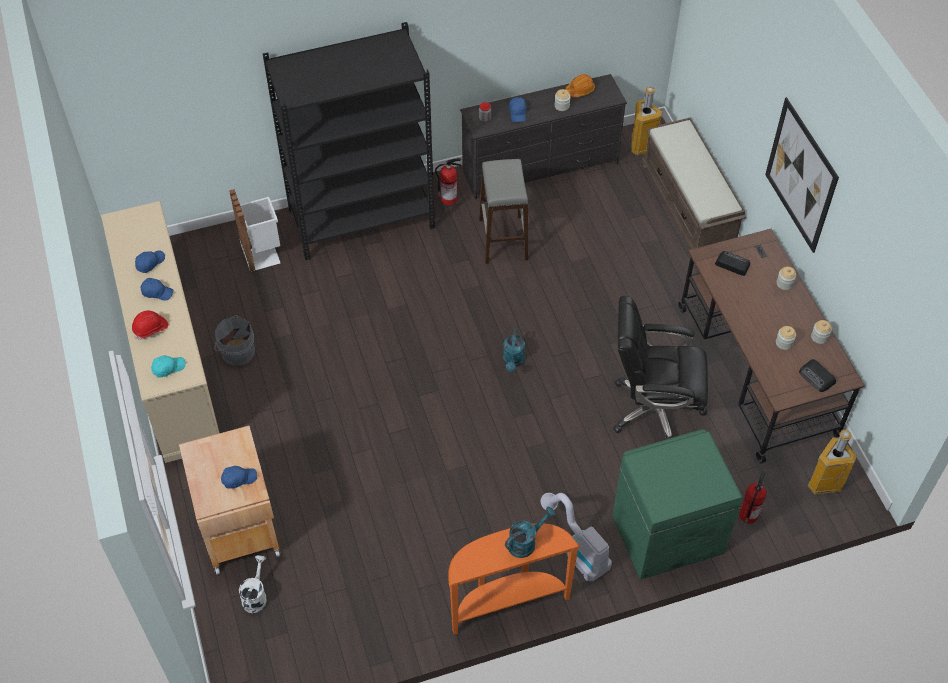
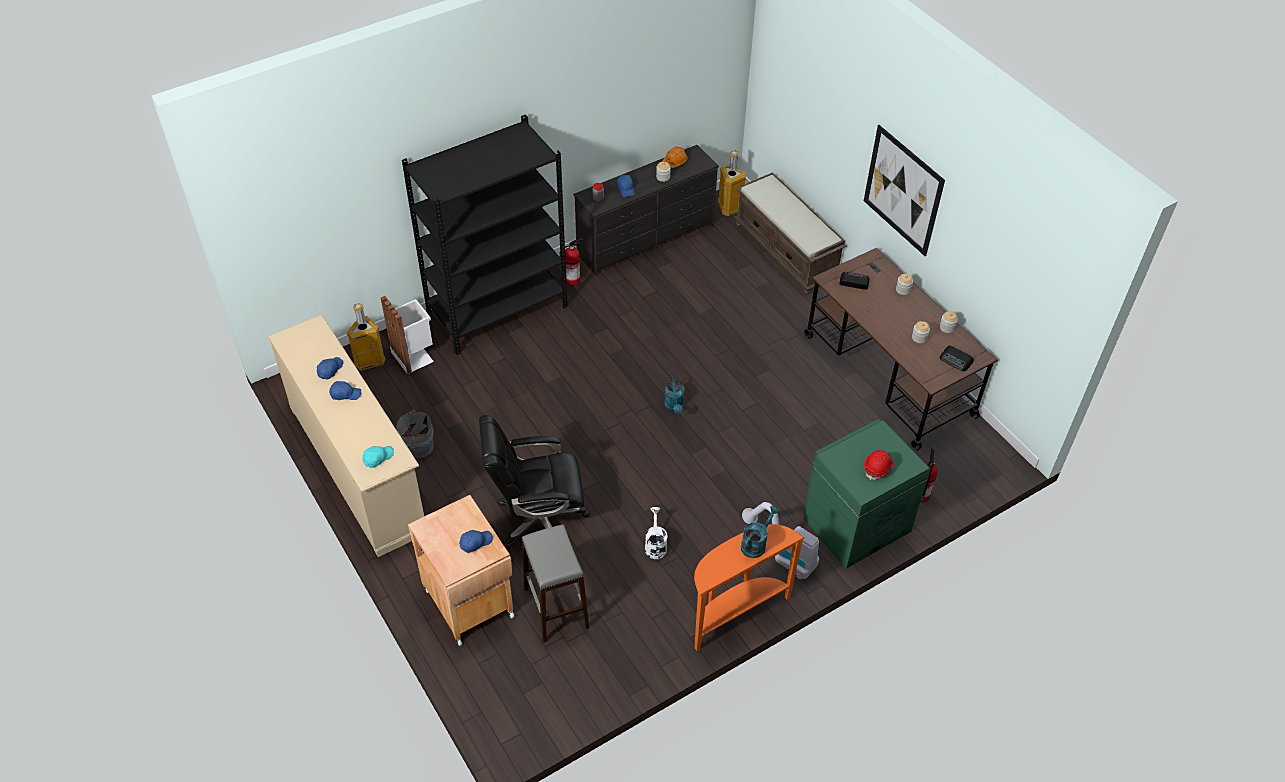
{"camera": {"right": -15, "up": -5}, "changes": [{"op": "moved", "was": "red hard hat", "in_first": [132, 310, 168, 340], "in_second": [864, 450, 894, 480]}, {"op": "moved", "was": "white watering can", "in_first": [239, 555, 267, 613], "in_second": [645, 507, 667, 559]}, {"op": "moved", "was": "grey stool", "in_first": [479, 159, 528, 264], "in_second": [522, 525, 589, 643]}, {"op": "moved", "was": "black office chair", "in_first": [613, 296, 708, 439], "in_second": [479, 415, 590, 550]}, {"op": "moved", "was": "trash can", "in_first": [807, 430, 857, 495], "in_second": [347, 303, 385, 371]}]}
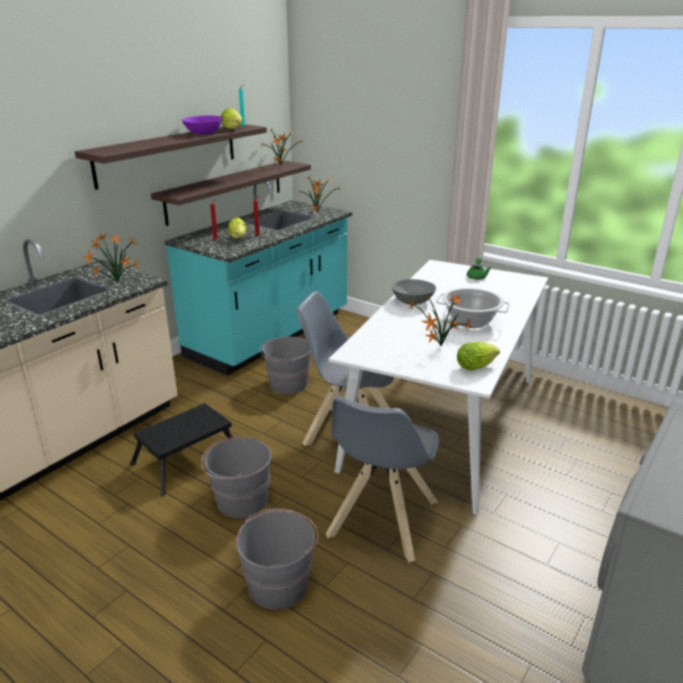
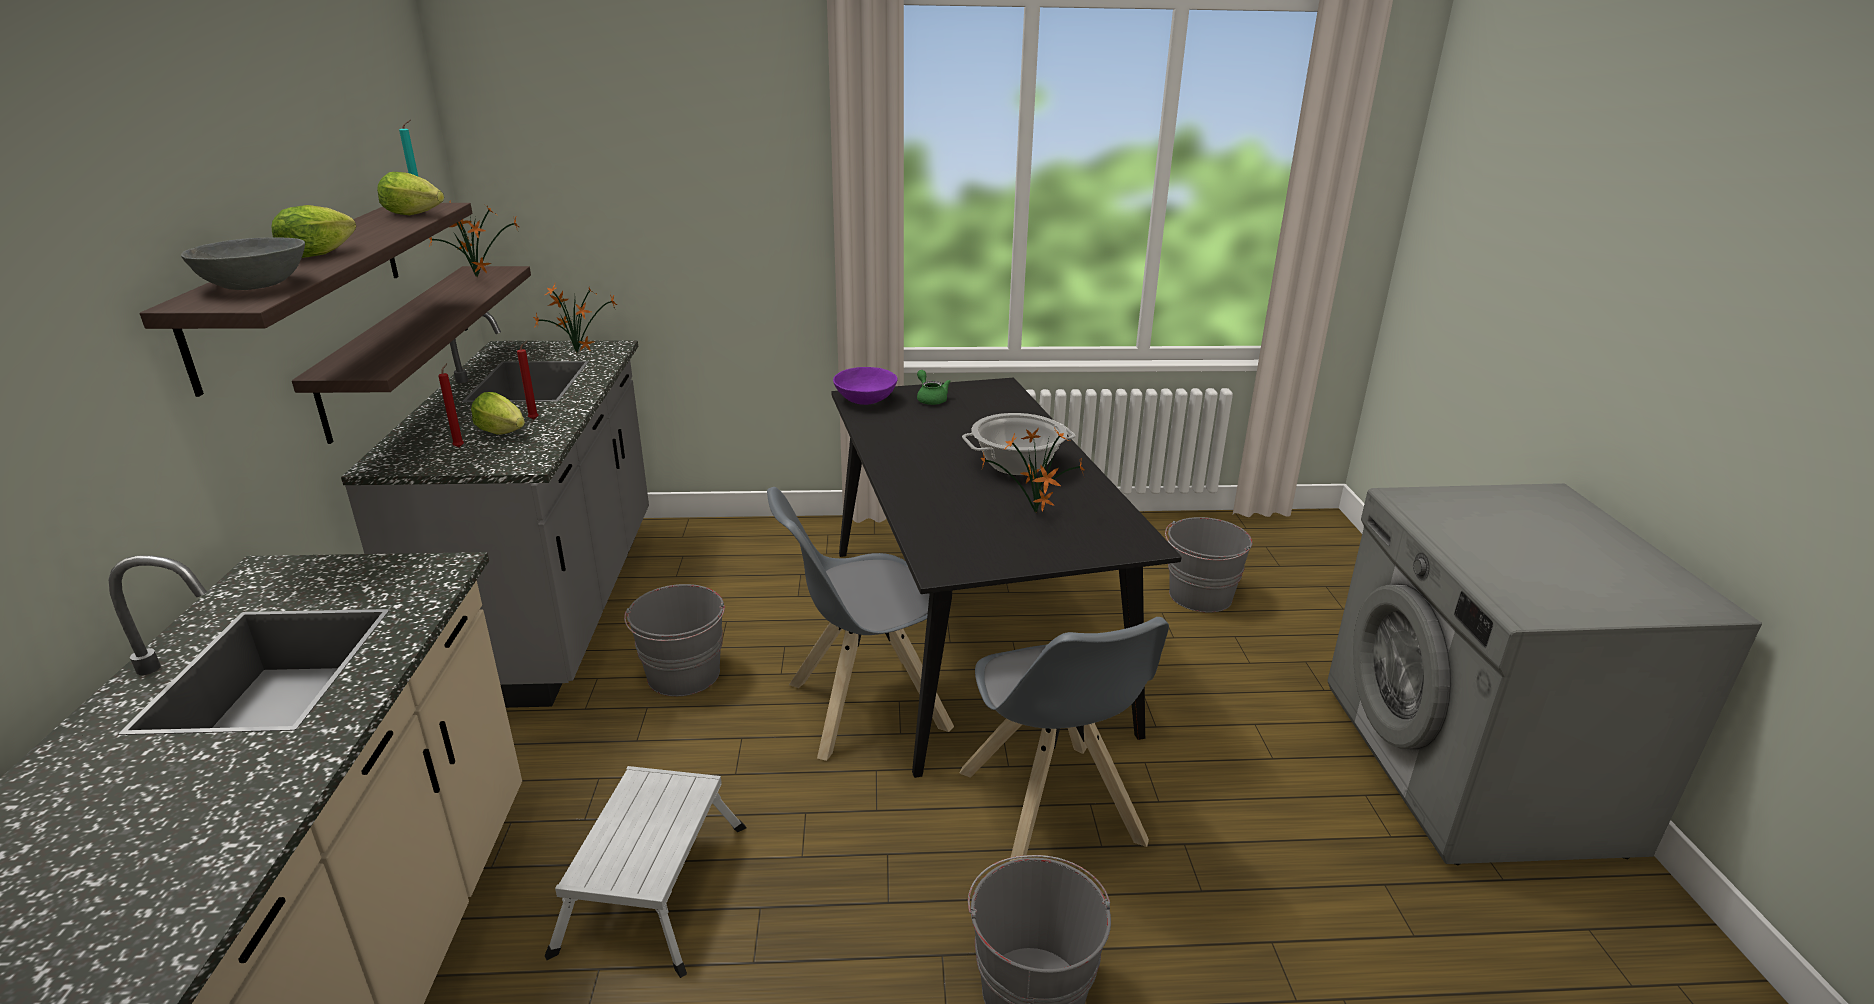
{"camera": {"right": -40, "up": 0}, "changes": [{"op": "removed", "was": "potted plant", "in_first": [83, 233, 139, 283]}, {"op": "recoloured", "was": "black step ladder", "now": "white step ladder", "in_first": [130, 403, 232, 496], "in_second": [545, 766, 746, 978]}, {"op": "recoloured", "was": "turquoise counter", "now": "grey counter", "in_first": [165, 181, 352, 376], "in_second": [341, 312, 649, 708]}, {"op": "moved", "was": "purple bowl", "in_first": [182, 115, 222, 134], "in_second": [833, 367, 897, 405]}, {"op": "moved", "was": "grey bucket", "in_first": [201, 436, 272, 518], "in_second": [1165, 517, 1253, 613]}, {"op": "recoloured", "was": "white dining table", "now": "black dining table", "in_first": [329, 260, 548, 515], "in_second": [831, 378, 1182, 778]}, {"op": "moved", "was": "grey bowl", "in_first": [392, 279, 436, 305], "in_second": [181, 237, 305, 290]}, {"op": "moved", "was": "lettuce", "in_first": [457, 341, 500, 370], "in_second": [272, 205, 356, 258]}]}
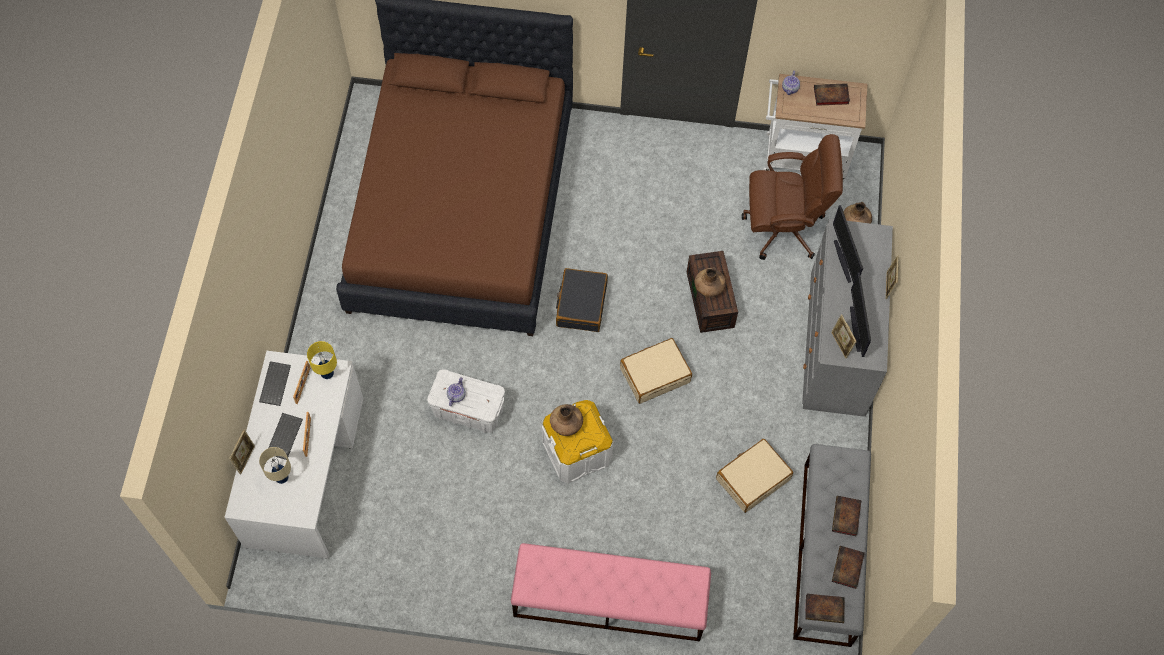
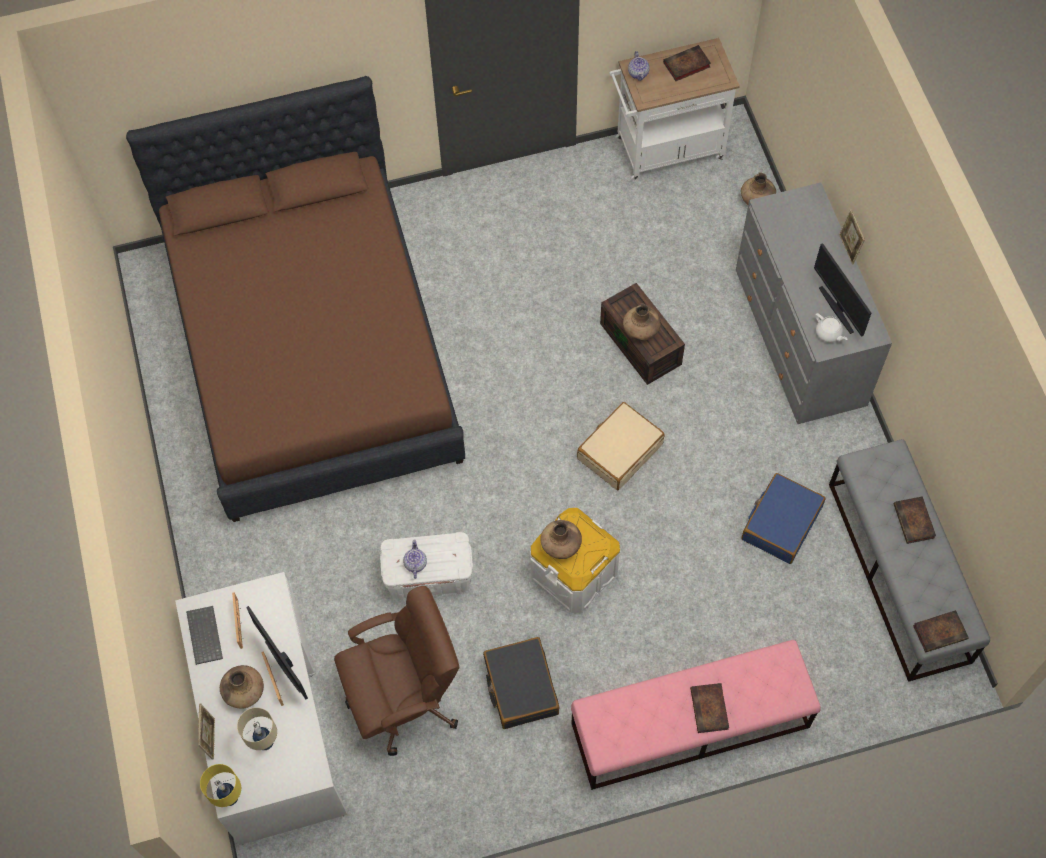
{"camera": {"right": -20, "up": 0}, "changes": [{"op": "replaced", "was": "keyboard", "now": "brown vase", "in_first": [268, 413, 303, 460], "in_second": [220, 665, 264, 709]}, {"op": "moved", "was": "yellow table lamp", "in_first": [307, 341, 337, 379], "in_second": [200, 764, 241, 807]}, {"op": "moved", "was": "black suitcase", "in_first": [556, 268, 608, 332], "in_second": [483, 637, 560, 729]}, {"op": "recoloured", "was": "beige suitcase", "now": "blue suitcase", "in_first": [716, 439, 793, 513], "in_second": [742, 473, 826, 564]}, {"op": "moved", "was": "brown office chair", "in_first": [742, 134, 843, 260], "in_second": [334, 586, 459, 756]}, {"op": "replaced", "was": "picture frame", "now": "white teapot", "in_first": [831, 314, 857, 358], "in_second": [815, 313, 848, 342]}, {"op": "moved", "was": "book", "in_first": [832, 546, 865, 589], "in_second": [690, 683, 729, 733]}, {"op": "moved", "was": "monitor", "in_first": [833, 205, 863, 283], "in_second": [246, 606, 308, 700]}]}
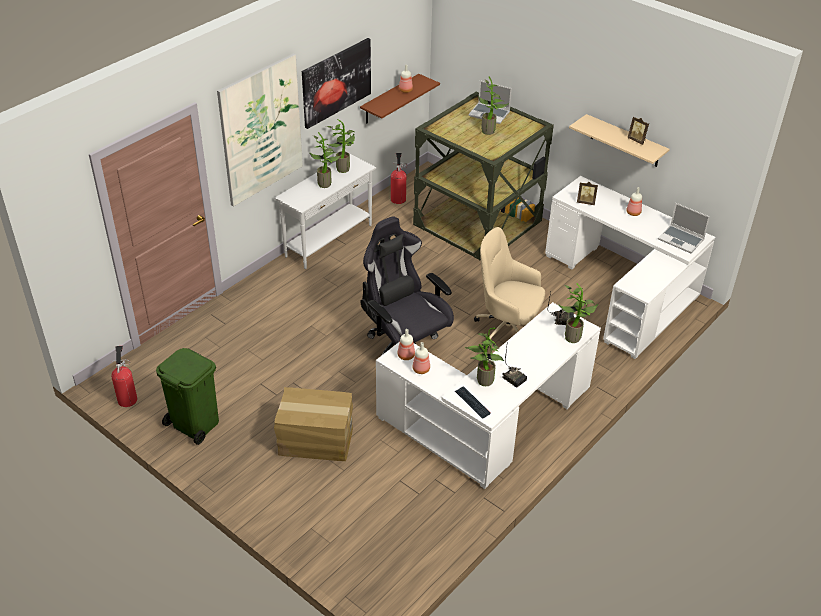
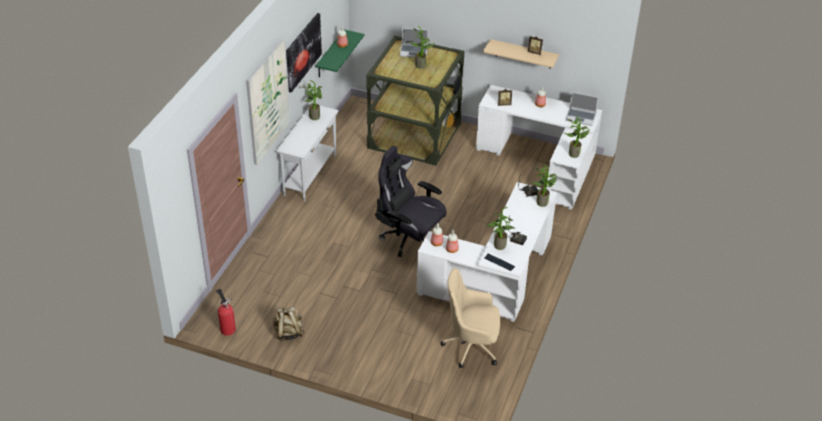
{"camera": {"right": -20, "up": 0}, "changes": [{"op": "replaced", "was": "green trash can", "now": "beige backpack", "in_first": [156, 348, 219, 445], "in_second": [273, 306, 305, 341]}, {"op": "removed", "was": "cardboard box", "in_first": [274, 387, 353, 461]}, {"op": "moved", "was": "potted plant", "in_first": [309, 132, 342, 188], "in_second": [565, 116, 590, 158]}, {"op": "recoloured", "was": "brown shelf", "now": "green shelf", "in_first": [360, 74, 440, 123], "in_second": [315, 29, 365, 77]}, {"op": "removed", "was": "fire extinguisher", "in_first": [391, 153, 407, 204]}, {"op": "moved", "was": "beige office chair", "in_first": [474, 227, 545, 348], "in_second": [441, 268, 500, 368]}]}
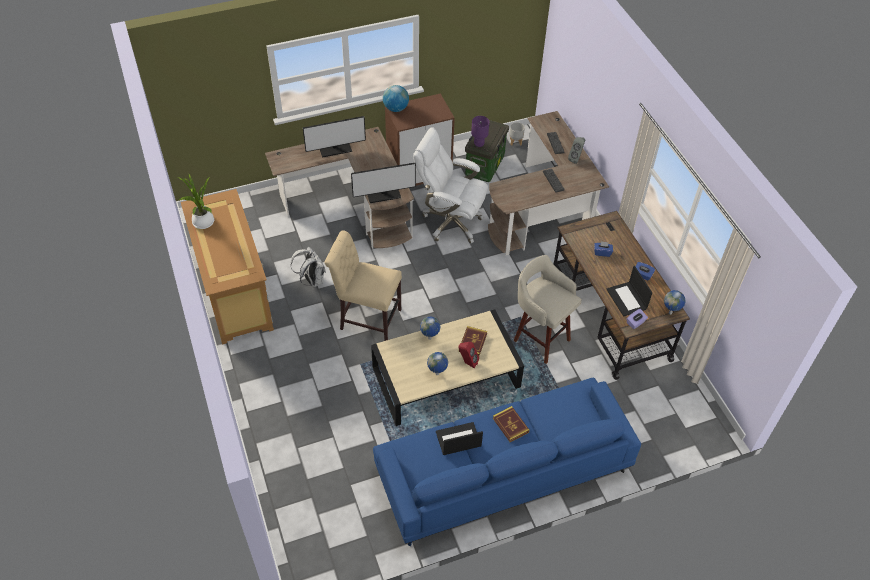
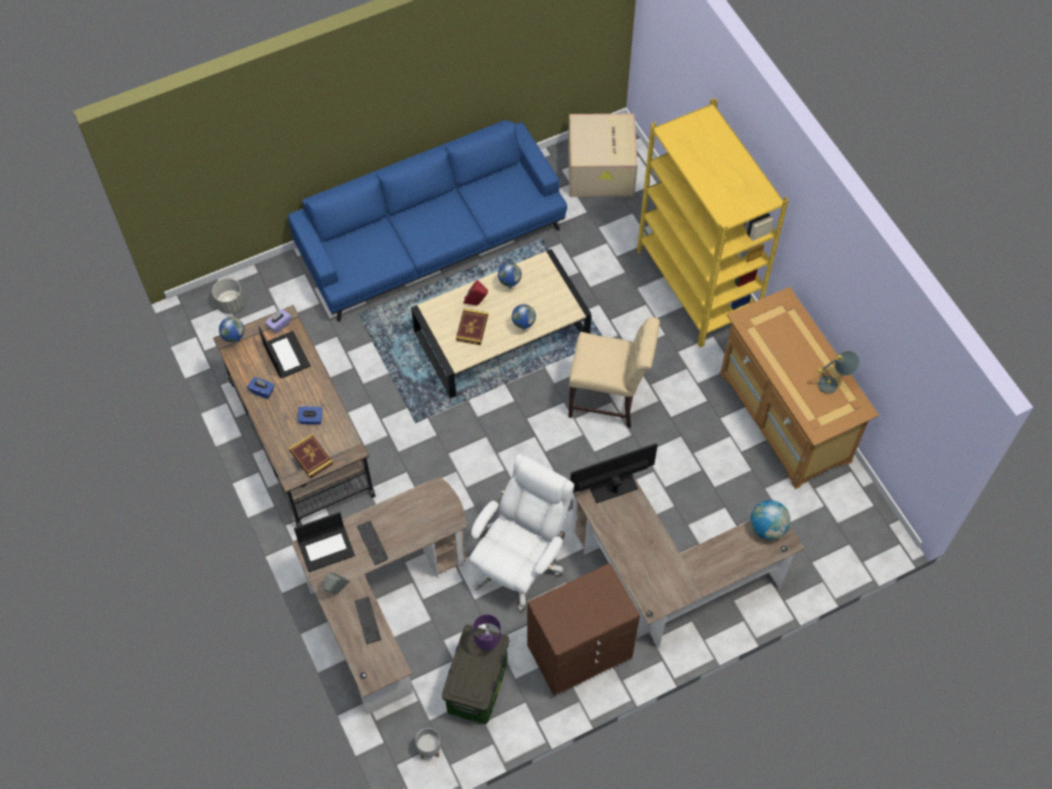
{"camera": {"right": 175, "up": 10}, "changes": [{"op": "replaced", "was": "potted plant", "now": "grey table lamp", "in_first": [177, 174, 214, 229], "in_second": [818, 351, 860, 394]}, {"op": "removed", "was": "white backpack", "in_first": [290, 246, 326, 287]}, {"op": "removed", "was": "monitor", "in_first": [303, 116, 366, 158]}, {"op": "moved", "was": "globe", "in_first": [383, 85, 409, 112], "in_second": [750, 500, 790, 540]}, {"op": "turned", "was": "white office chair", "in_first": [413, 127, 488, 243], "in_second": [469, 454, 574, 611], "clockwise": -75}, {"op": "moved", "was": "laptop", "in_first": [436, 422, 483, 455], "in_second": [294, 512, 355, 572]}, {"op": "moved", "was": "book", "in_first": [493, 406, 529, 442], "in_second": [289, 434, 333, 479]}, {"op": "removed", "was": "beige stool", "in_first": [514, 255, 582, 364]}, {"op": "added", "now": "grey planter", "in_second": [212, 278, 245, 314]}, {"op": "added", "now": "cardboard box", "in_second": [568, 114, 638, 197]}, {"op": "added", "now": "yellow bookcase", "in_second": [637, 98, 789, 347]}]}
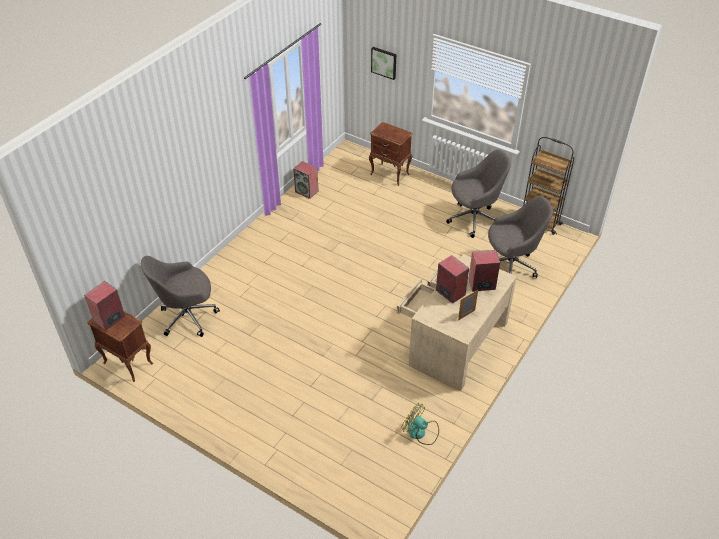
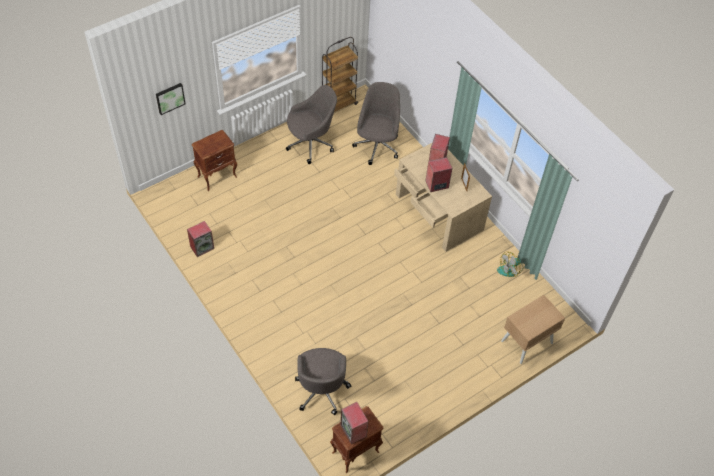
{"camera": {"right": -70, "up": 10}, "changes": [{"op": "turned", "was": "grey office chair", "in_first": [446, 150, 511, 238], "in_second": [286, 85, 337, 164], "clockwise": 60}, {"op": "added", "now": "beige nightstand", "in_second": [501, 295, 565, 364]}]}
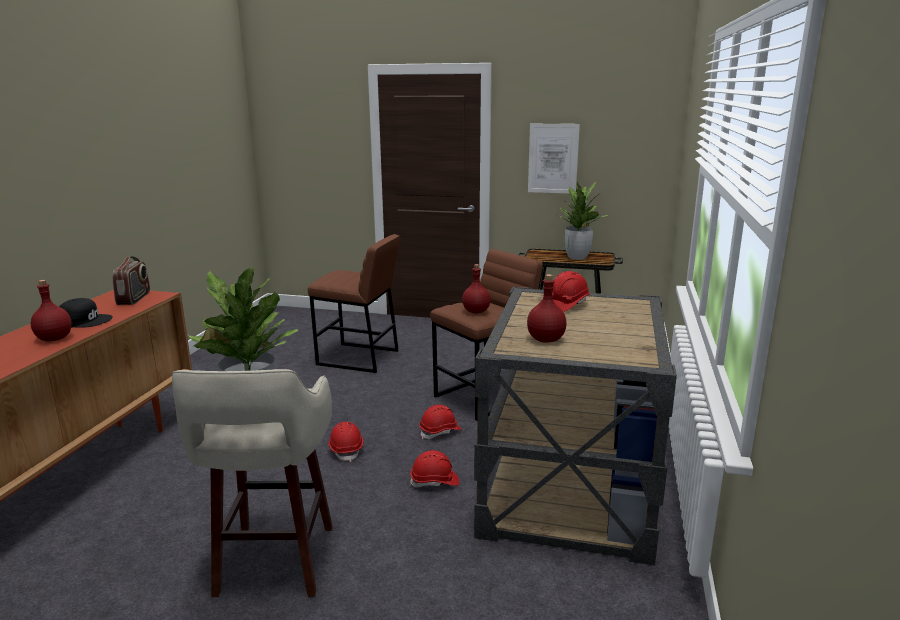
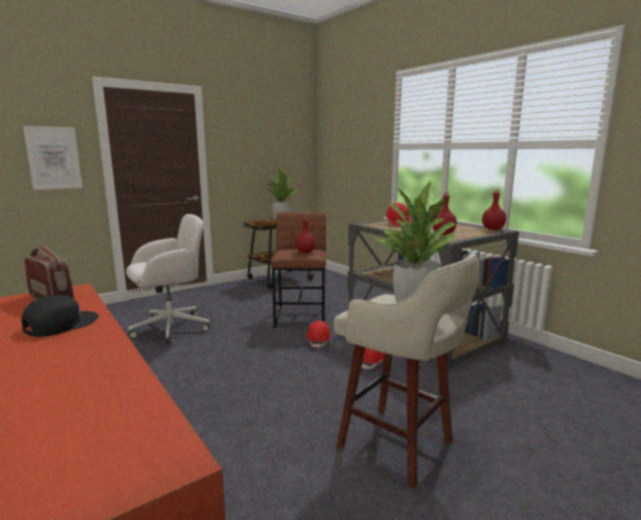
{"camera": {"right": -50, "up": -5}, "changes": [{"op": "moved", "was": "red bottle", "in_first": [31, 280, 72, 341], "in_second": [482, 189, 506, 230]}, {"op": "replaced", "was": "brown stool", "now": "white office chair", "in_first": [308, 234, 400, 373], "in_second": [126, 214, 210, 344]}, {"op": "removed", "was": "red hard hat", "in_first": [328, 422, 364, 462]}, {"op": "moved", "was": "picture", "in_first": [528, 124, 580, 193], "in_second": [23, 126, 83, 190]}]}
